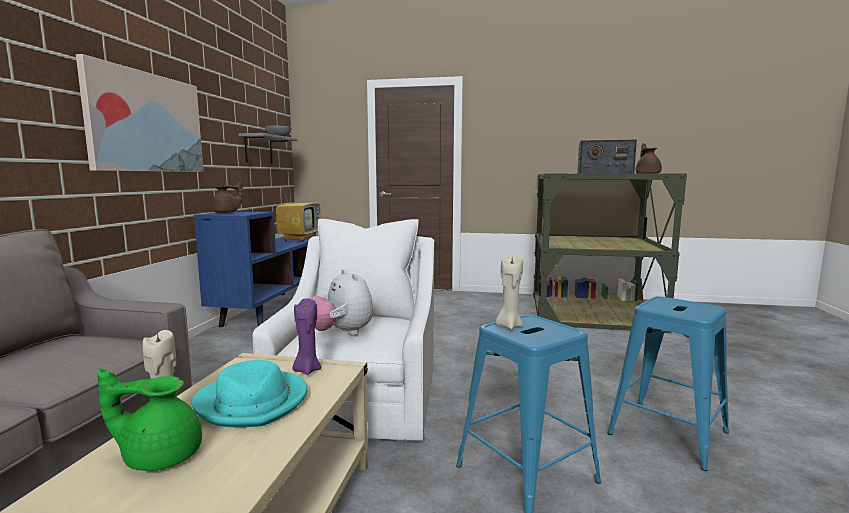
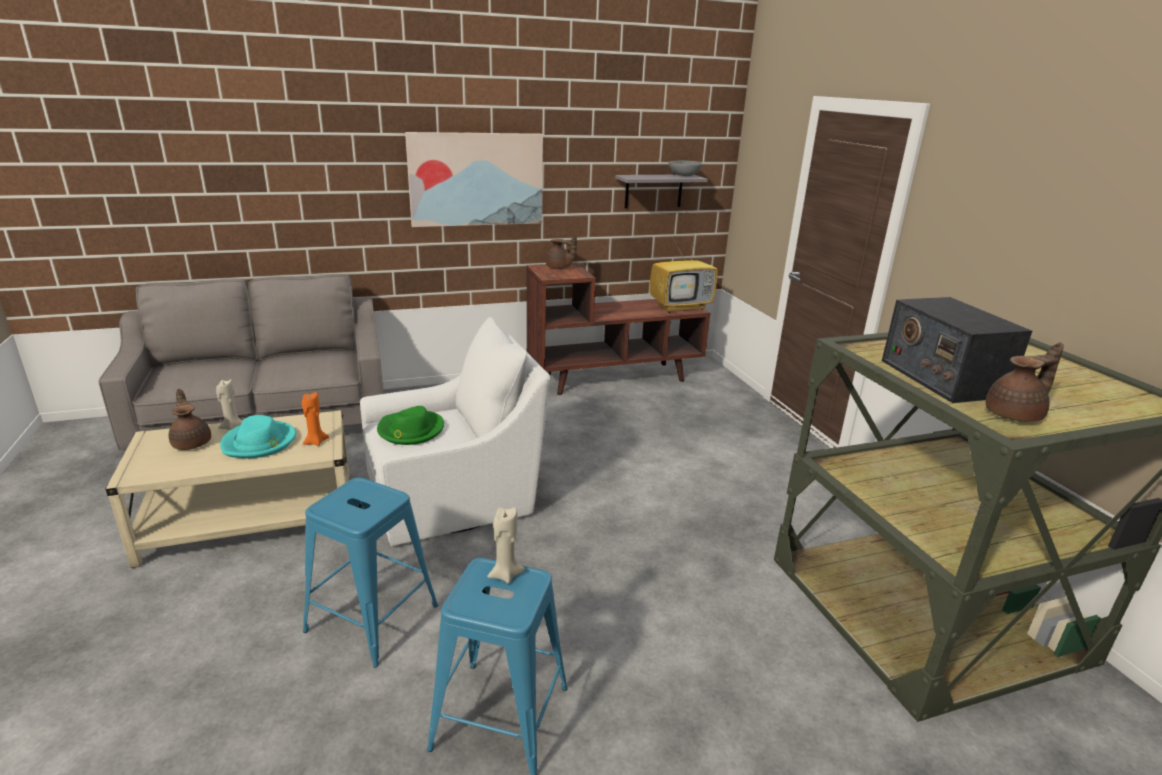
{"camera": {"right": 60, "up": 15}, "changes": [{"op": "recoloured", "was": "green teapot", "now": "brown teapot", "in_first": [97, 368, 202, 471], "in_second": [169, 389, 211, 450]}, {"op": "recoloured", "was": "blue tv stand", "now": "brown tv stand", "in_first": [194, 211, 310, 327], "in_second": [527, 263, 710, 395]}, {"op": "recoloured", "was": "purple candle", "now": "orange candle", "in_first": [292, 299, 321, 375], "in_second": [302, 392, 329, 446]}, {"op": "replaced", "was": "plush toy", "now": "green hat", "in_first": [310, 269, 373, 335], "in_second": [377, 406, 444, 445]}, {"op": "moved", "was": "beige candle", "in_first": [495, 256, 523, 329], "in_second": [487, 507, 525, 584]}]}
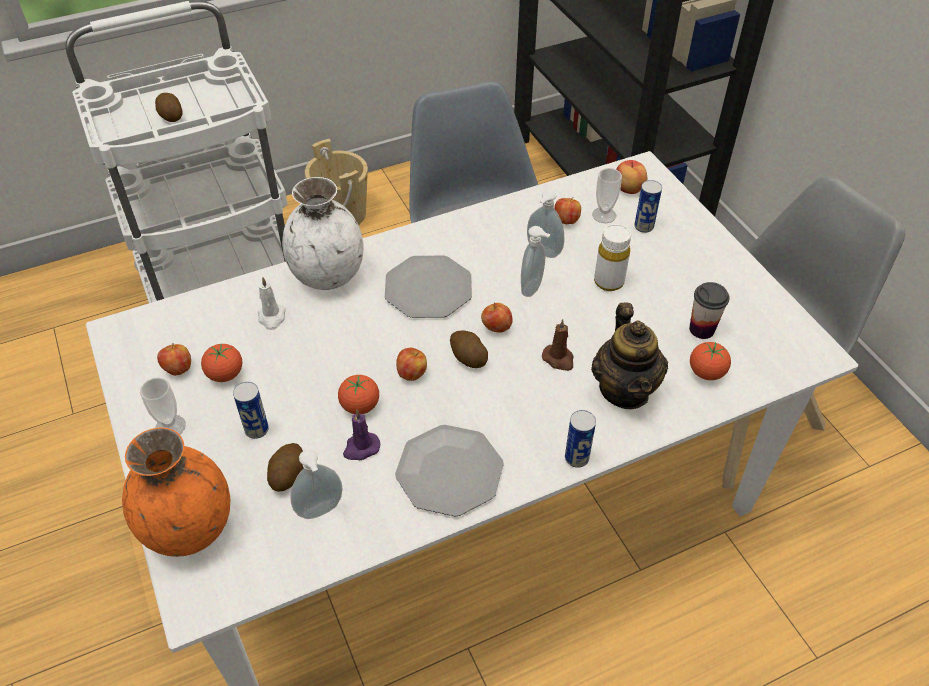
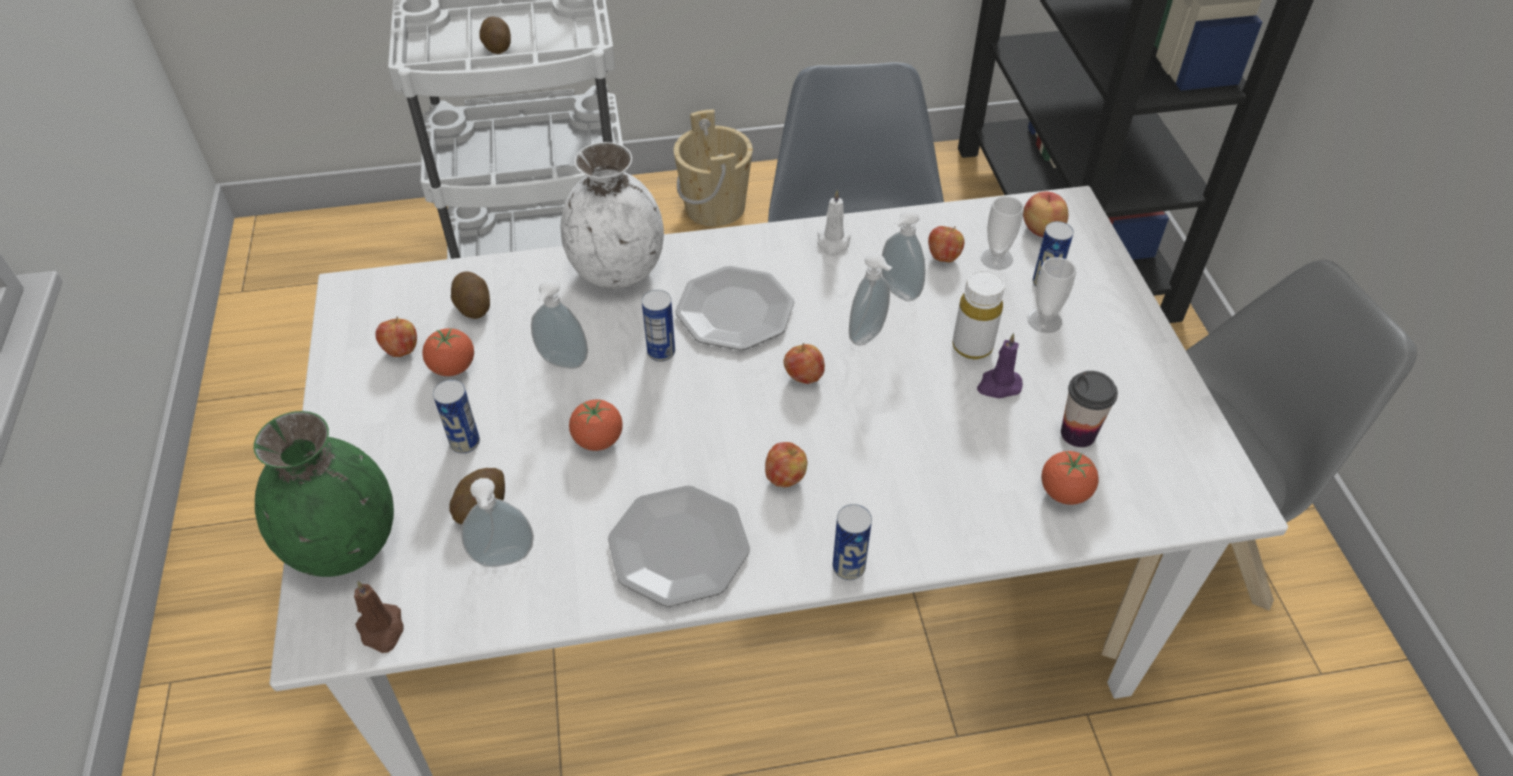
{"camera": {"right": 15, "up": 0}, "changes": [{"op": "recoloured", "was": "orange vase", "now": "green vase", "in_first": [122, 427, 230, 557], "in_second": [254, 411, 394, 577]}, {"op": "moved", "was": "cup", "in_first": [140, 378, 186, 434], "in_second": [1028, 257, 1076, 333]}, {"op": "moved", "was": "white candle", "in_first": [258, 277, 286, 330], "in_second": [817, 190, 851, 257]}, {"op": "moved", "was": "purple candle", "in_first": [343, 410, 380, 460], "in_second": [977, 333, 1023, 398]}, {"op": "moved", "was": "apple", "in_first": [396, 348, 427, 381], "in_second": [765, 442, 807, 487]}, {"op": "moved", "was": "potato", "in_first": [450, 330, 488, 368], "in_second": [451, 271, 490, 319]}, {"op": "moved", "was": "brown candle", "in_first": [542, 319, 574, 371], "in_second": [354, 581, 404, 653]}, {"op": "removed", "was": "teapot", "in_first": [591, 302, 668, 409]}, {"op": "added", "now": "soap dispenser", "in_second": [531, 279, 588, 369]}, {"op": "added", "now": "can", "in_second": [642, 290, 675, 362]}]}
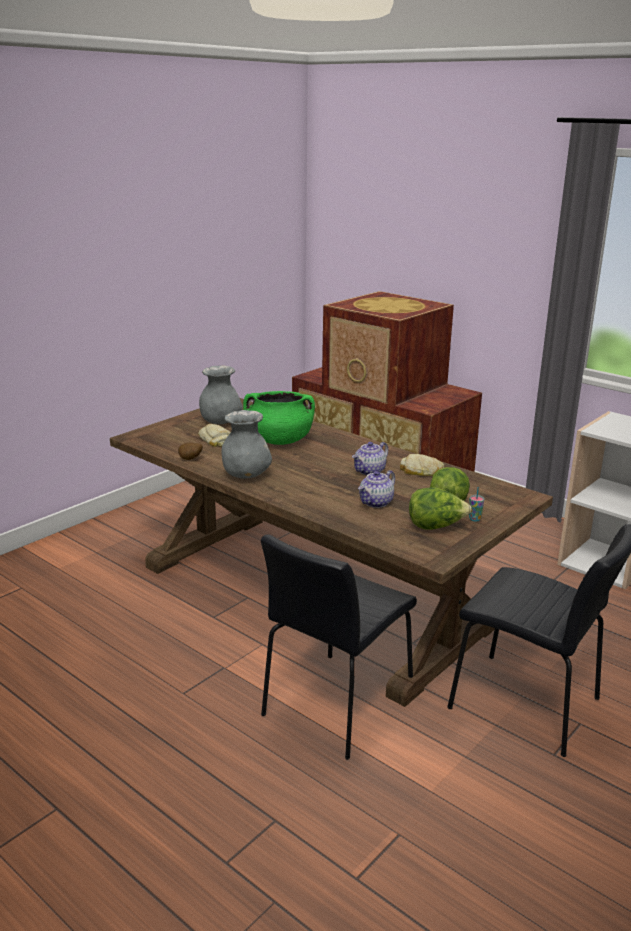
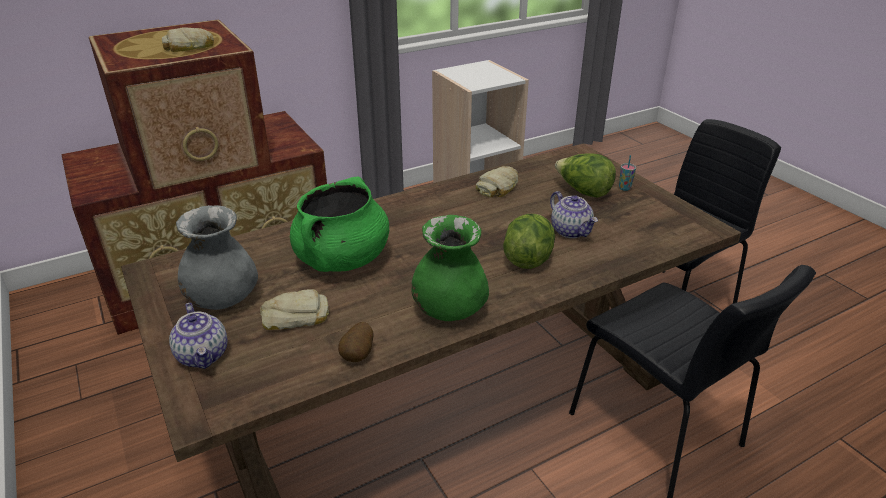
{"camera": {"right": -70, "up": 10}, "changes": [{"op": "recoloured", "was": "grey vase", "now": "green vase", "in_first": [222, 410, 272, 478], "in_second": [411, 215, 489, 321]}, {"op": "moved", "was": "teapot", "in_first": [352, 442, 388, 475], "in_second": [169, 303, 228, 369]}, {"op": "moved", "was": "lettuce", "in_first": [409, 487, 472, 530], "in_second": [503, 214, 555, 269]}, {"op": "added", "now": "bread", "in_second": [162, 27, 214, 52]}]}
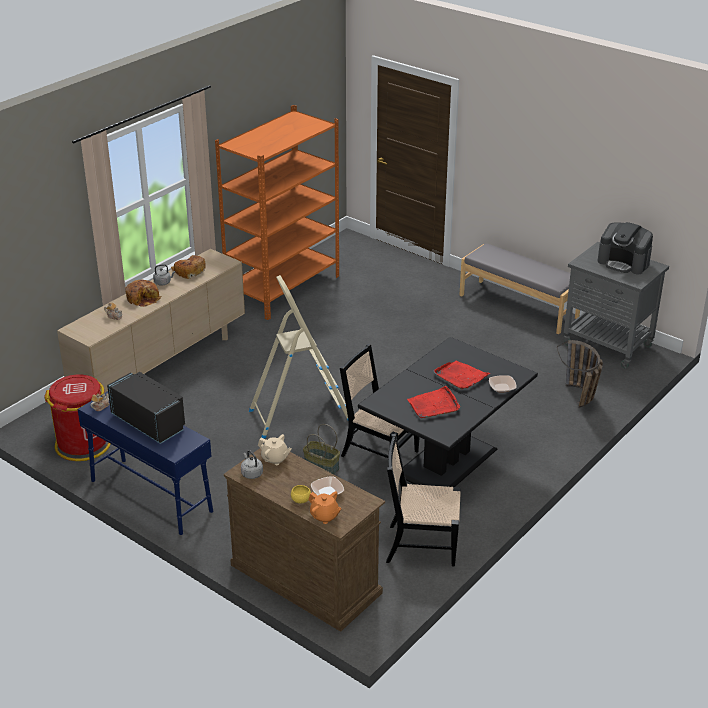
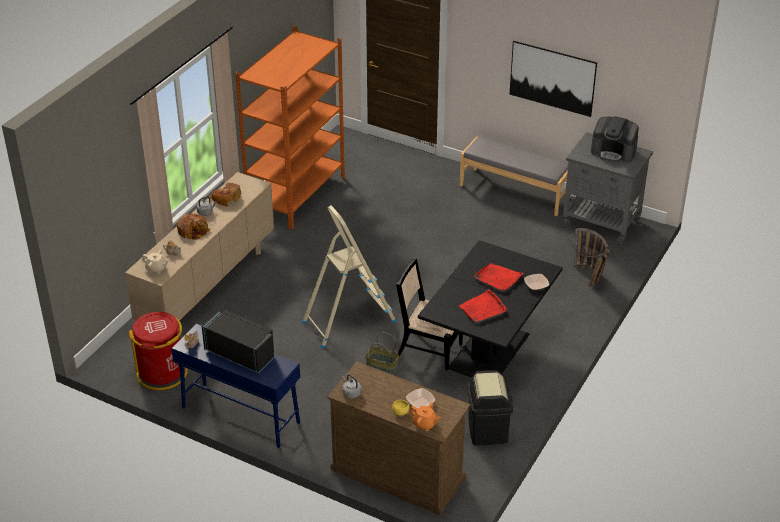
{"camera": {"right": -10, "up": 5}, "changes": [{"op": "moved", "was": "beige teapot", "in_first": [258, 434, 292, 465], "in_second": [142, 250, 169, 274]}, {"op": "replaced", "was": "chair", "now": "black trash can", "in_first": [386, 434, 461, 567], "in_second": [467, 370, 513, 446]}, {"op": "added", "now": "picture", "in_second": [510, 41, 597, 117]}]}
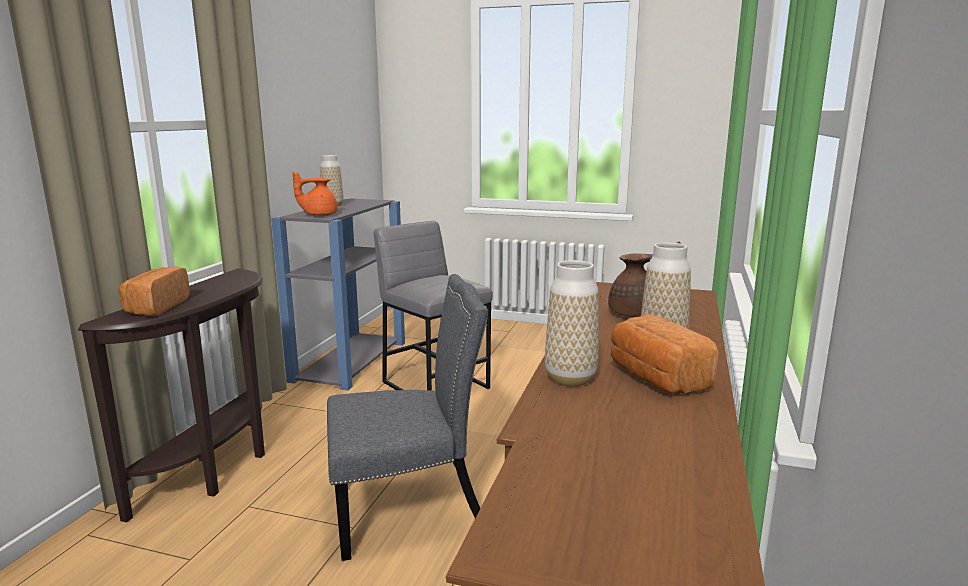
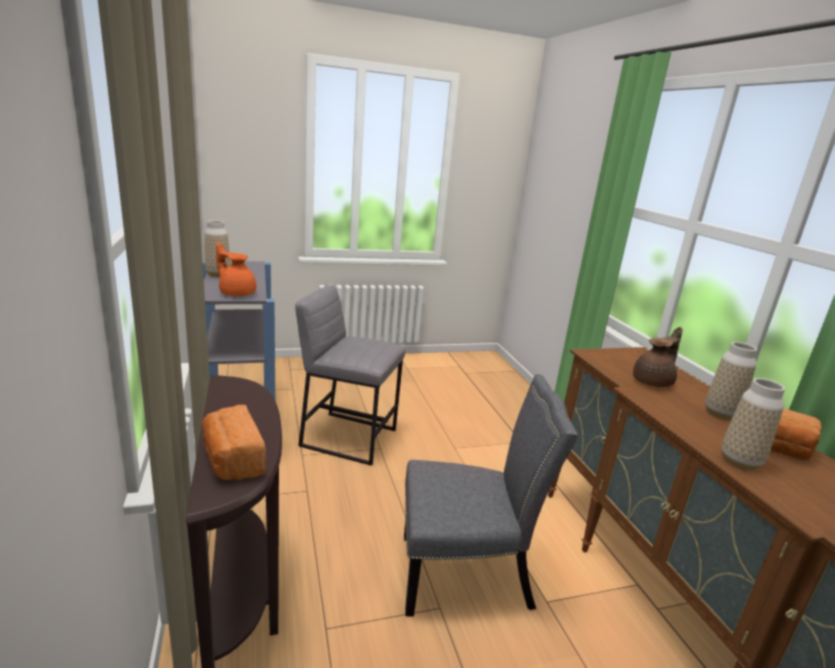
{"camera": {"right": -35, "up": 5}, "changes": [{"op": "turned", "was": "orange teapot", "in_first": [293, 171, 338, 216], "in_second": [216, 242, 256, 296], "clockwise": 90}, {"op": "turned", "was": "grey chair", "in_first": [327, 274, 488, 561], "in_second": [404, 374, 578, 617], "clockwise": 45}]}
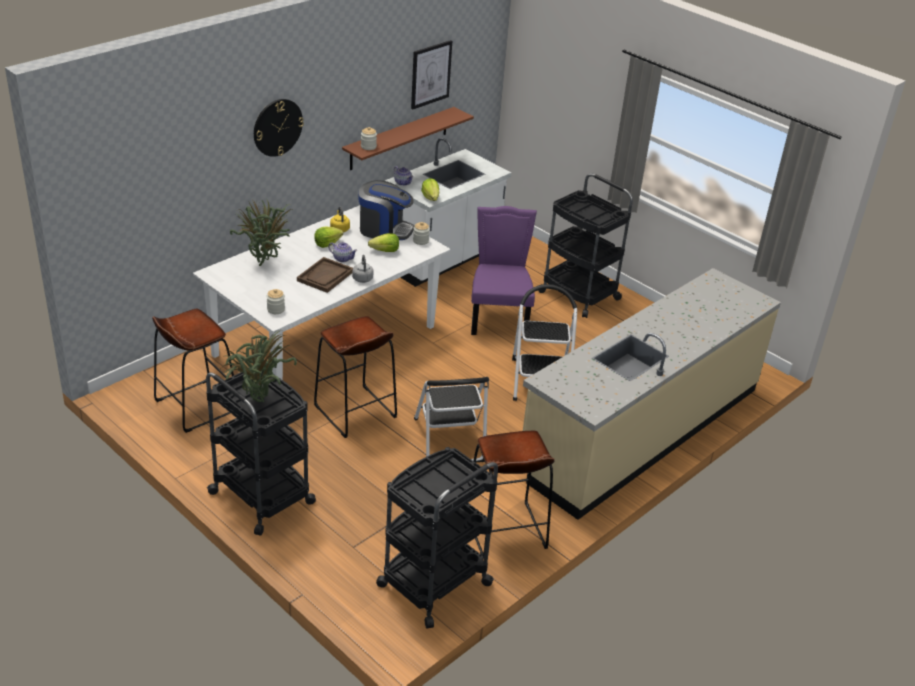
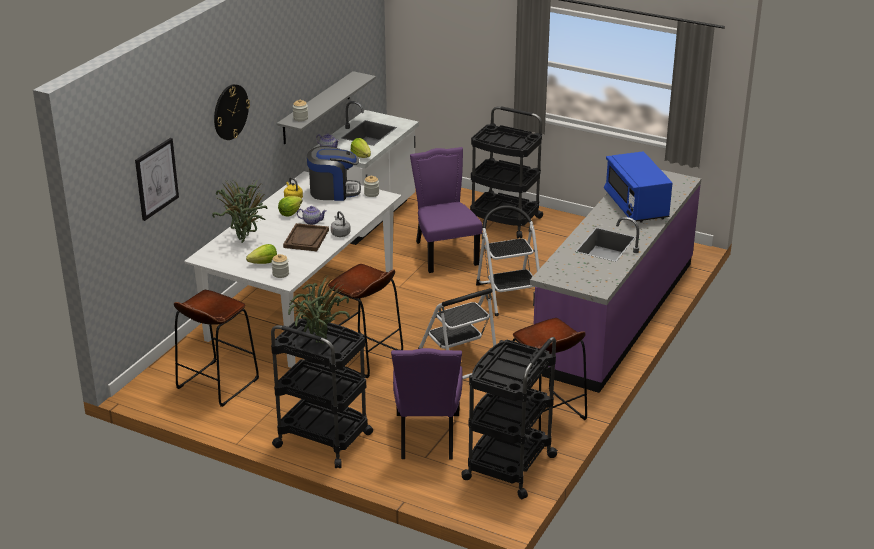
{"camera": {"right": -15, "up": -5}, "changes": [{"op": "recoloured", "was": "brown shelf", "now": "grey shelf", "in_first": [342, 107, 474, 170], "in_second": [277, 71, 376, 144]}, {"op": "moved", "was": "lettuce", "in_first": [368, 233, 399, 252], "in_second": [246, 244, 277, 264]}, {"op": "moved", "was": "picture", "in_first": [411, 40, 452, 110], "in_second": [135, 138, 179, 221]}, {"op": "recoloured", "was": "beige counter", "now": "purple counter", "in_first": [523, 268, 781, 520], "in_second": [530, 170, 701, 393]}, {"op": "added", "now": "purple chair", "in_second": [391, 348, 463, 460]}, {"op": "added", "now": "blue microwave", "in_second": [604, 151, 672, 222]}]}
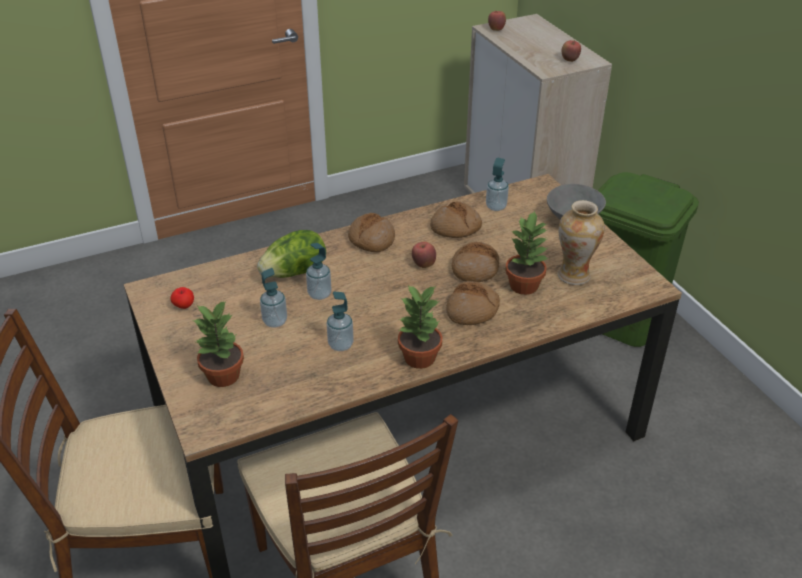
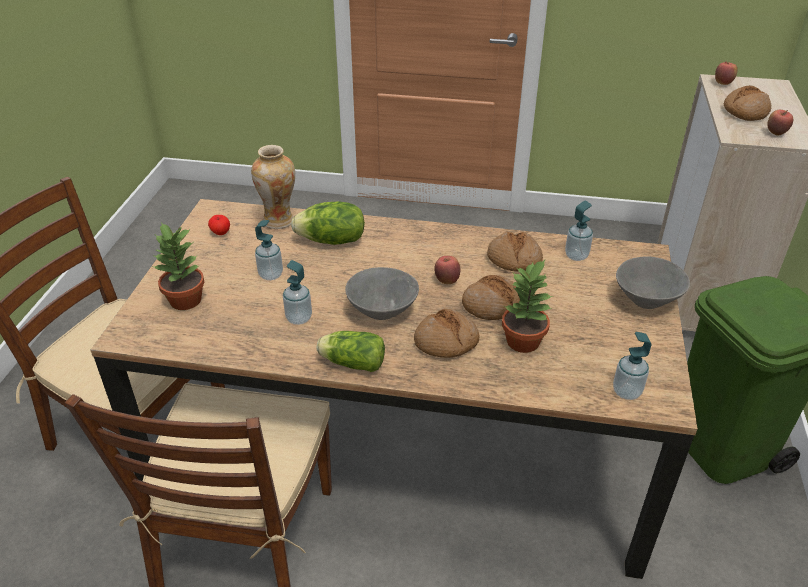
{"camera": {"right": 35, "up": 0}, "changes": [{"op": "moved", "was": "soap dispenser", "in_first": [306, 243, 332, 300], "in_second": [613, 332, 651, 400]}, {"op": "moved", "was": "bread", "in_first": [348, 213, 395, 252], "in_second": [724, 85, 771, 121]}, {"op": "replaced", "was": "potted plant", "now": "lettuce", "in_first": [398, 285, 442, 369], "in_second": [317, 331, 385, 372]}, {"op": "moved", "was": "vase", "in_first": [558, 200, 605, 285], "in_second": [251, 145, 295, 229]}, {"op": "added", "now": "grey bowl", "in_second": [345, 267, 419, 320]}]}
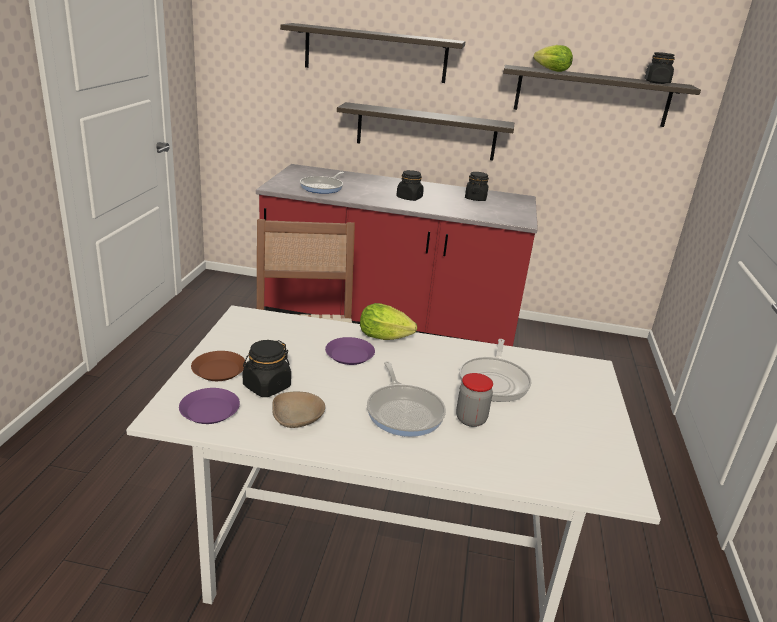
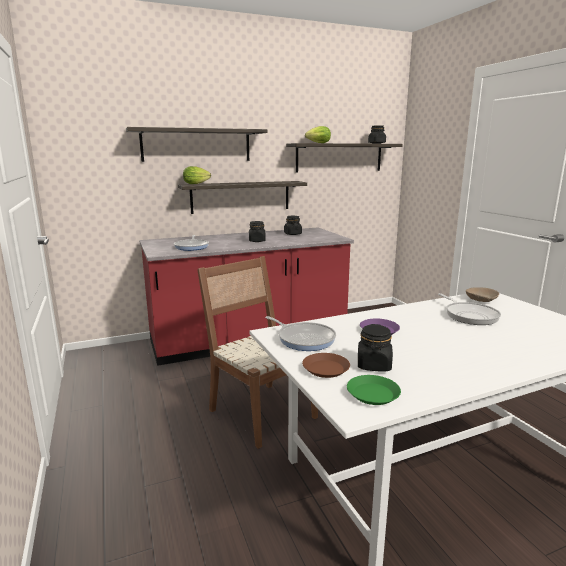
{"camera": {"right": -30, "up": -10}, "changes": [{"op": "recoloured", "was": "purple plate", "now": "green plate", "in_first": [179, 388, 240, 424], "in_second": [347, 375, 401, 405]}, {"op": "moved", "was": "beige bowl", "in_first": [272, 392, 325, 428], "in_second": [466, 287, 499, 302]}, {"op": "moved", "was": "lettuce", "in_first": [360, 303, 417, 340], "in_second": [183, 166, 211, 184]}, {"op": "moved", "was": "frying pan", "in_first": [367, 361, 446, 437], "in_second": [265, 316, 336, 351]}, {"op": "removed", "was": "jar", "in_first": [456, 373, 493, 427]}]}
